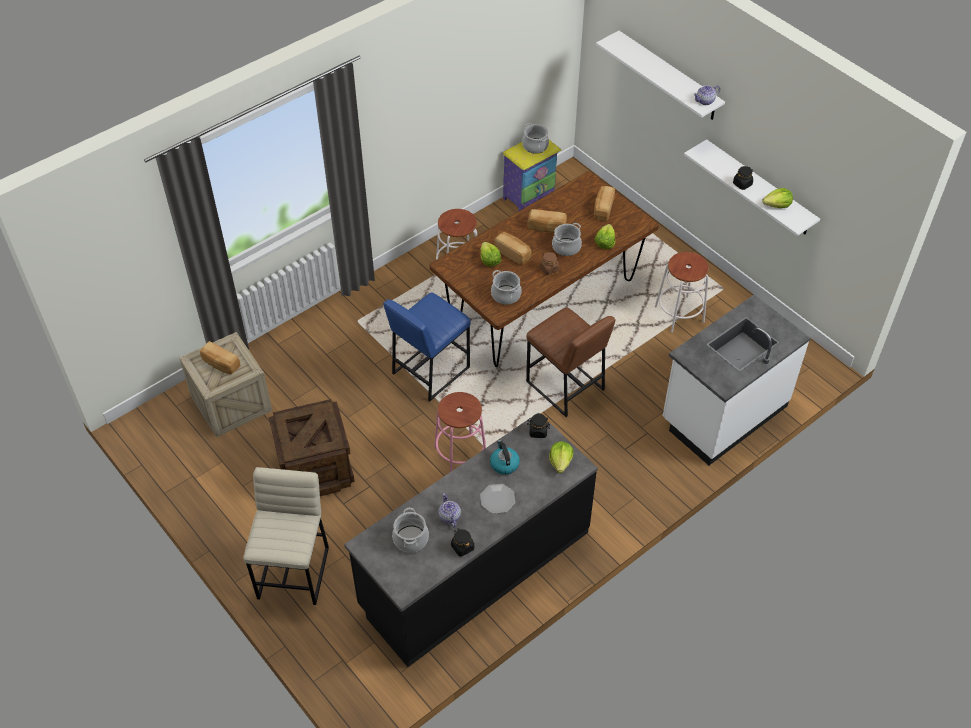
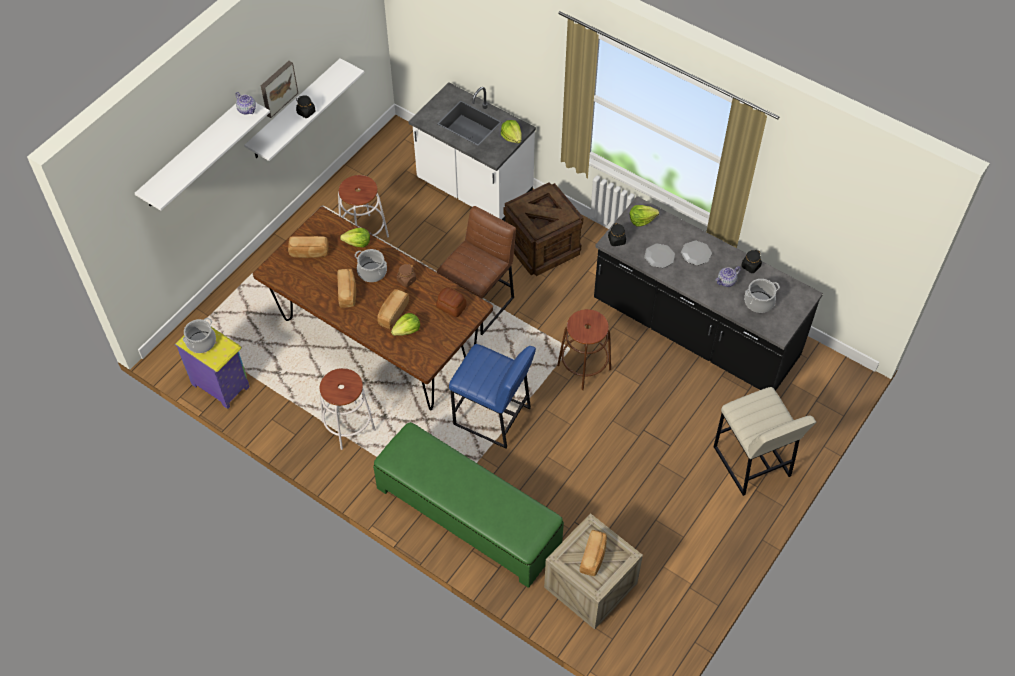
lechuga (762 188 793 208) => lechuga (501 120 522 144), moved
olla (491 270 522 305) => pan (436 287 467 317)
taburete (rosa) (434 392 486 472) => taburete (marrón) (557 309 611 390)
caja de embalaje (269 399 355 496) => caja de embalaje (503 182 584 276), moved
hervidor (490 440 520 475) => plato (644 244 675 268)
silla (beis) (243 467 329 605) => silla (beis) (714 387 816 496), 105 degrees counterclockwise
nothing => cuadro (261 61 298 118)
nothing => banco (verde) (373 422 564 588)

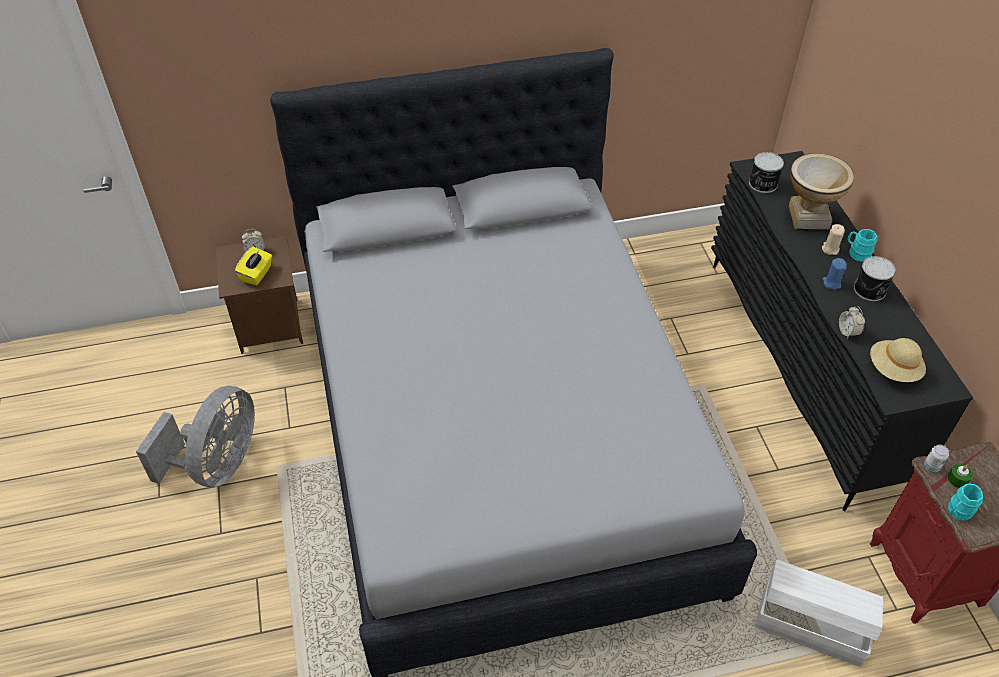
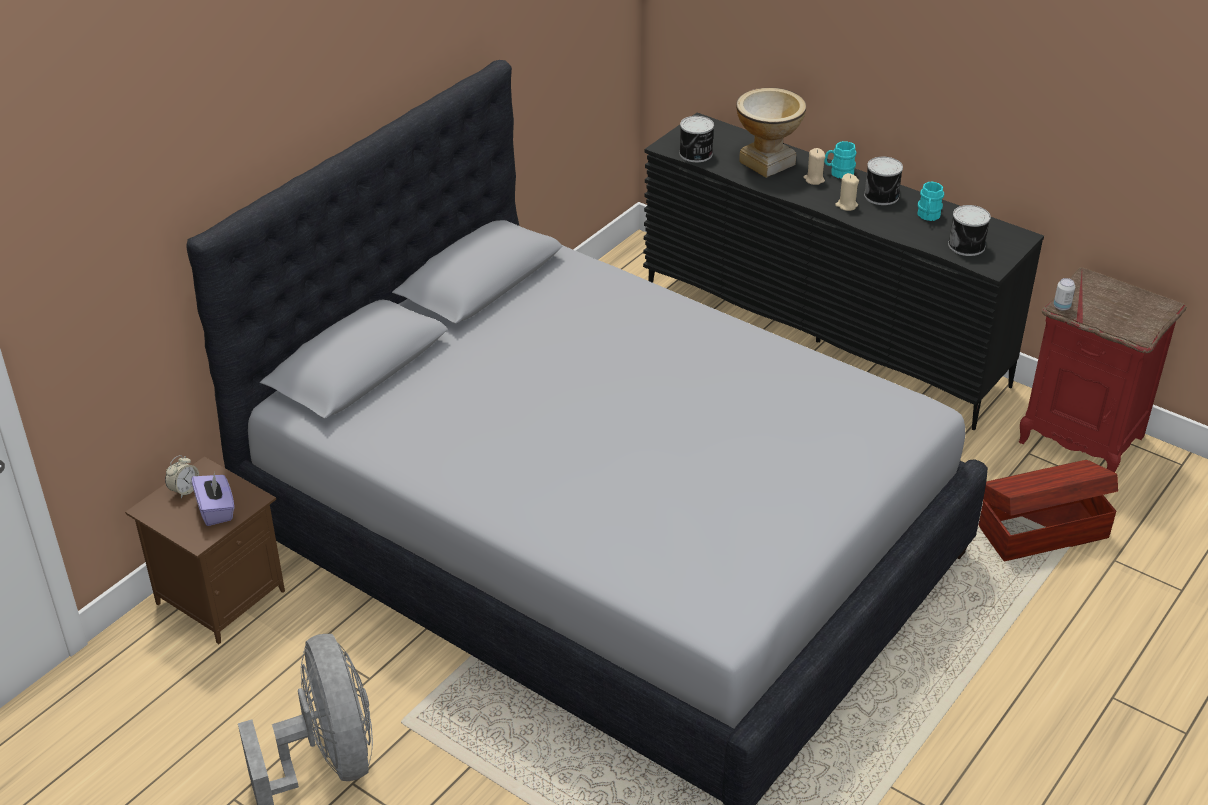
caja de pañuelos (amarillo) (235 246 272 285) => caja de pañuelos (morado) (192 472 234 526)
vela (azul) (823 258 847 290) => vela (beis) (835 173 859 211)
despertador (839 306 865 339) => nothing
sombrero (beis) (870 338 926 382) => lata (948 205 991 256)
vela (verde) (947 464 973 488) => nothing
taza grande (turquesa) (948 483 983 521) => taza grande (turquesa) (917 182 944 221), moved
caja de almacenaje (blanco) (755 560 883 667) => caja de almacenaje (marrón) (979 460 1118 561)

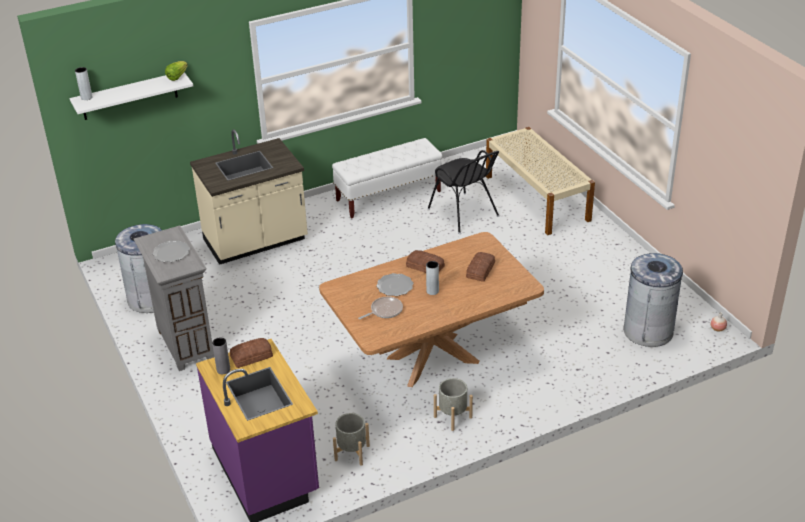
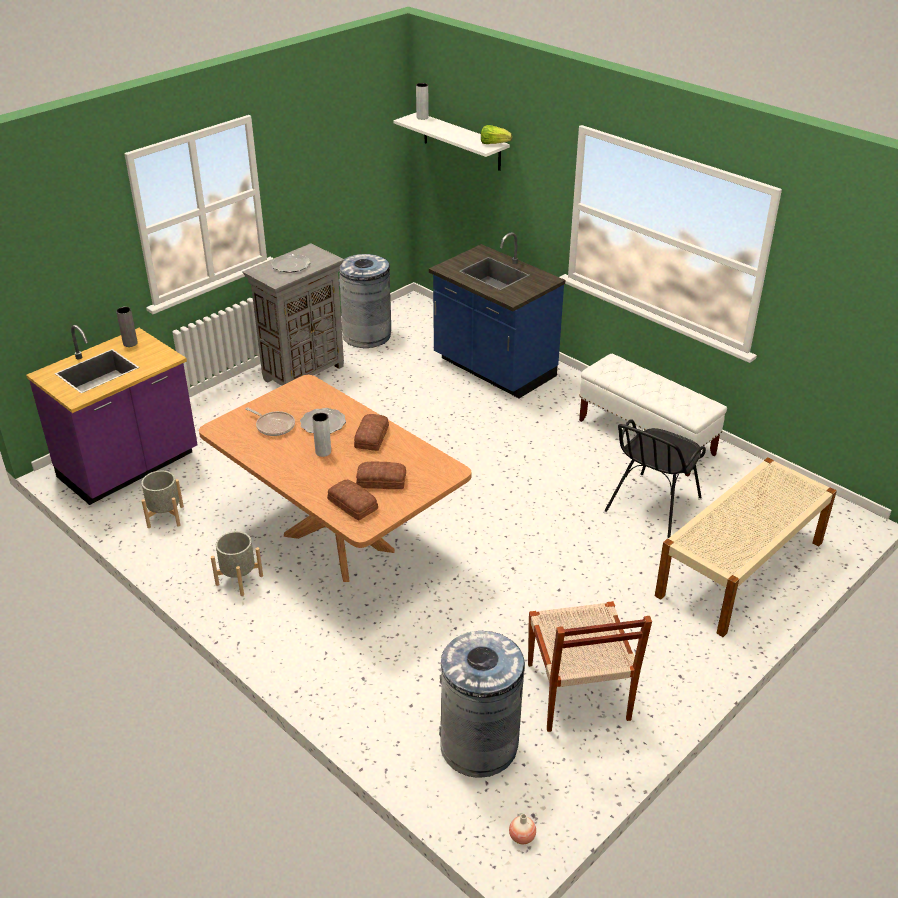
mueble bajo de cocina (beis) (190 129 308 265) => mueble bajo de cocina (azul) (429 232 565 398)
pan (230 338 273 368) => pan (327 480 378 520), moved
nothing => silla (528 601 652 732)

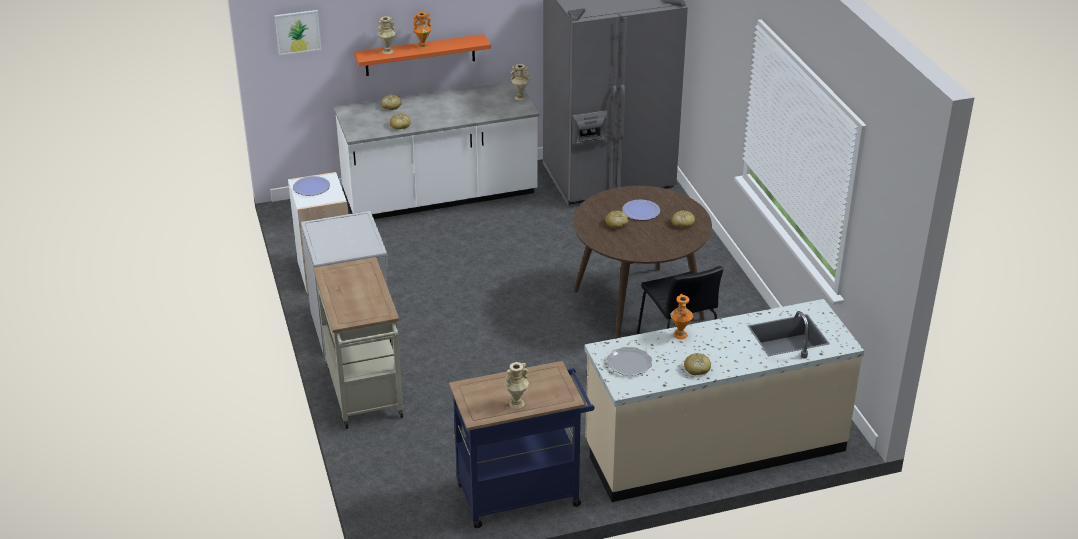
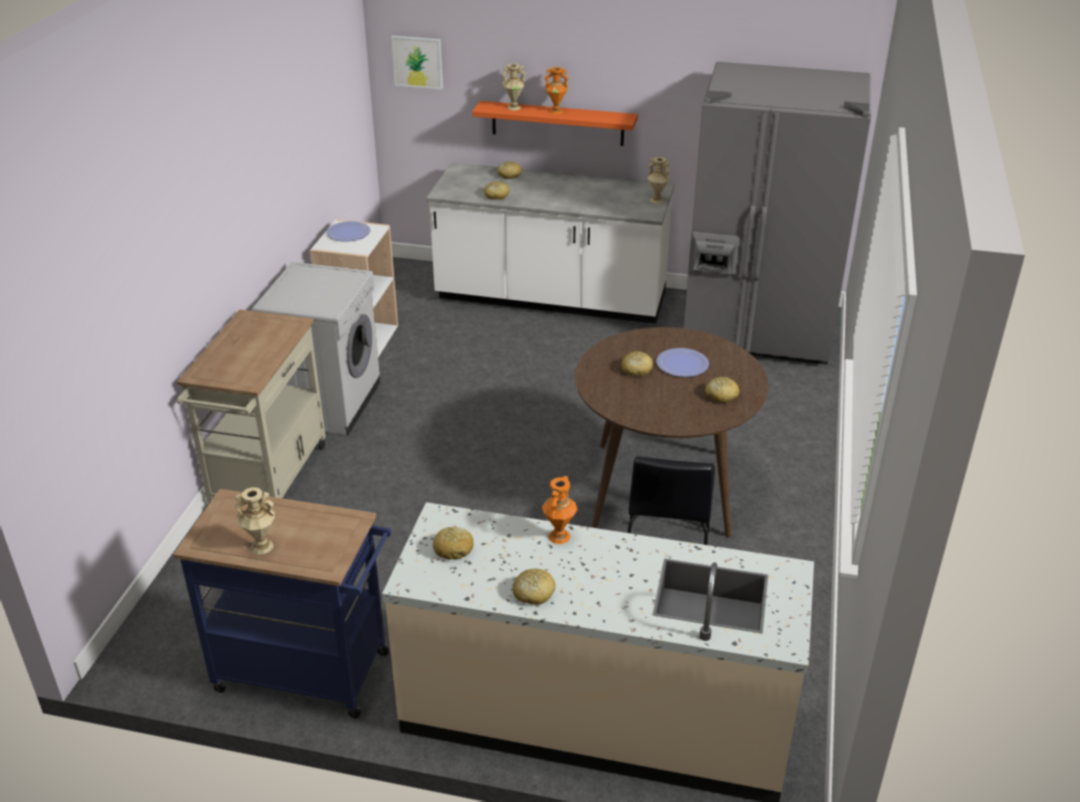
plato (607 347 652 376) => pan (433 527 474 560)

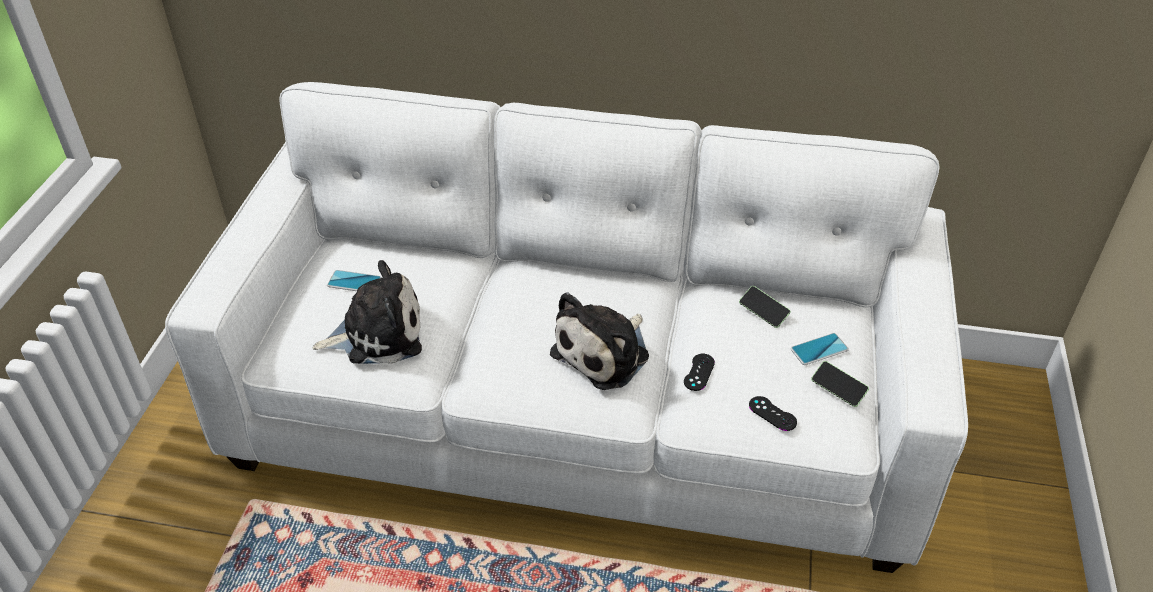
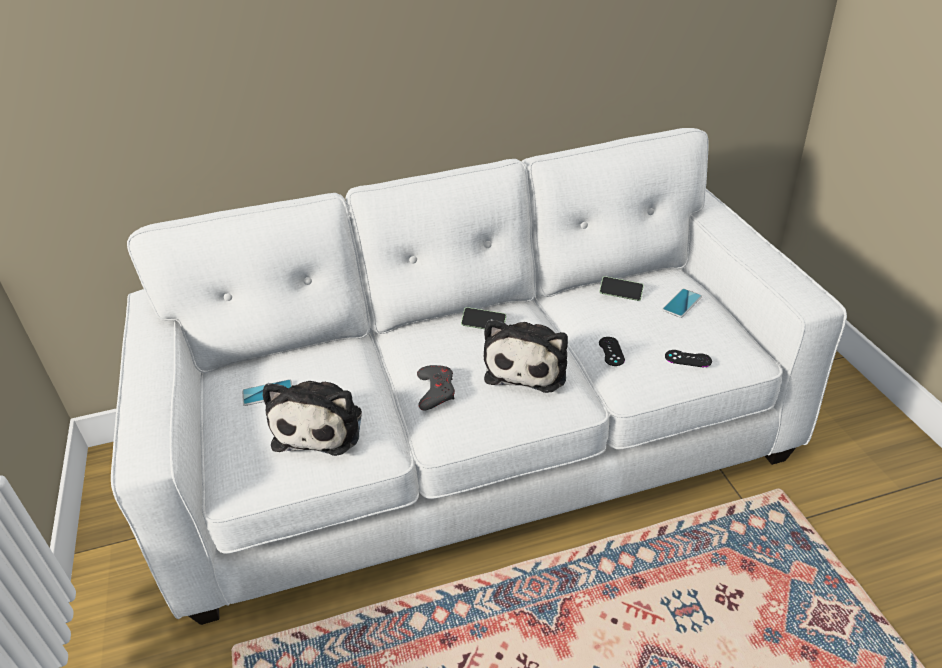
peluche (312 260 422 364) => peluche (263 381 362 456), 135 degrees clockwise
móvil (811 361 869 407) => móvil (461 307 506 329), moved
nothing => mando de consola (gris) (417 365 455 410)

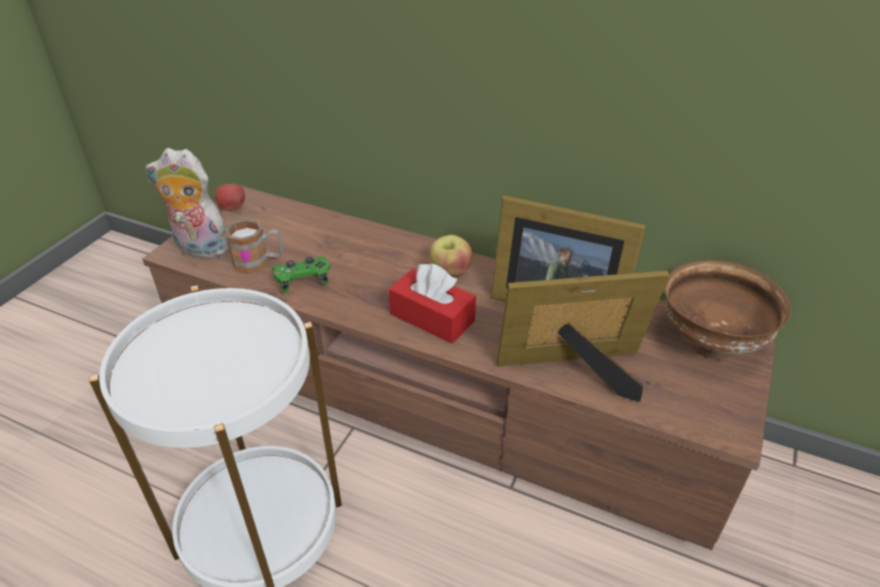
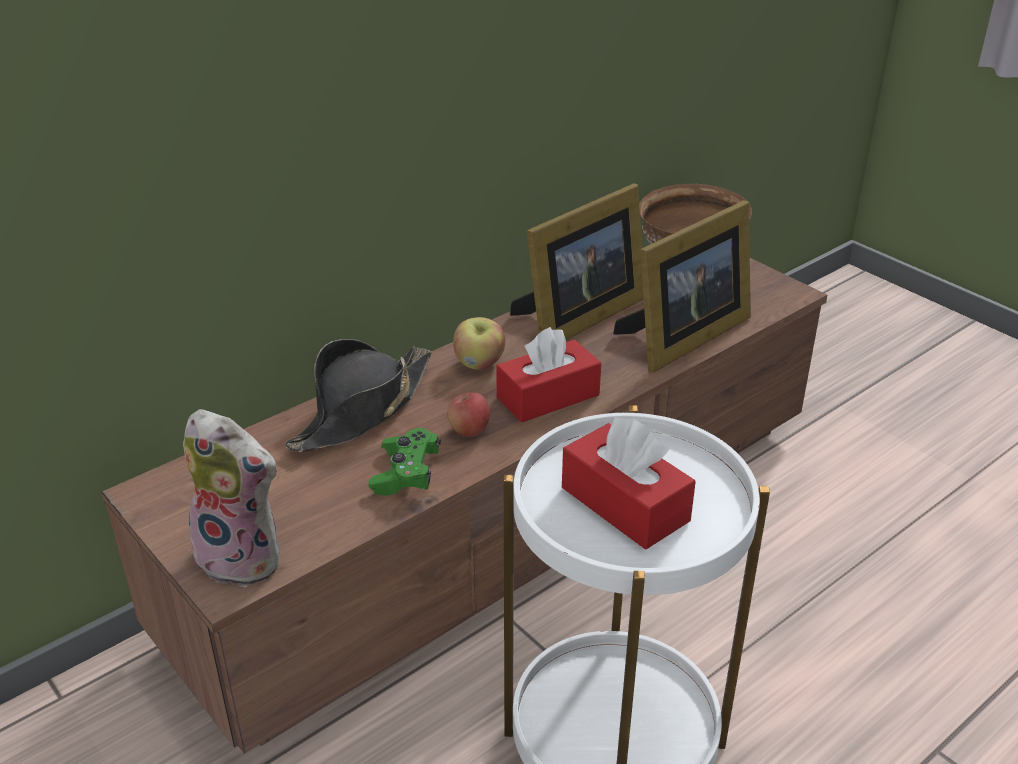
peluche (145 148 229 258) => peluche (183 409 280 588), 105 degrees counterclockwise
manzana (215 184 245 211) => manzana (447 393 490 437), moved
taza grande (225 219 283 274) => nothing
portarretratos (497 270 669 402) => portarretratos (613 200 751 373), 150 degrees counterclockwise
nothing => sombrero (negro) (285 339 432 452)
nothing => caja de pañuelos (rojo) (562 417 696 549)

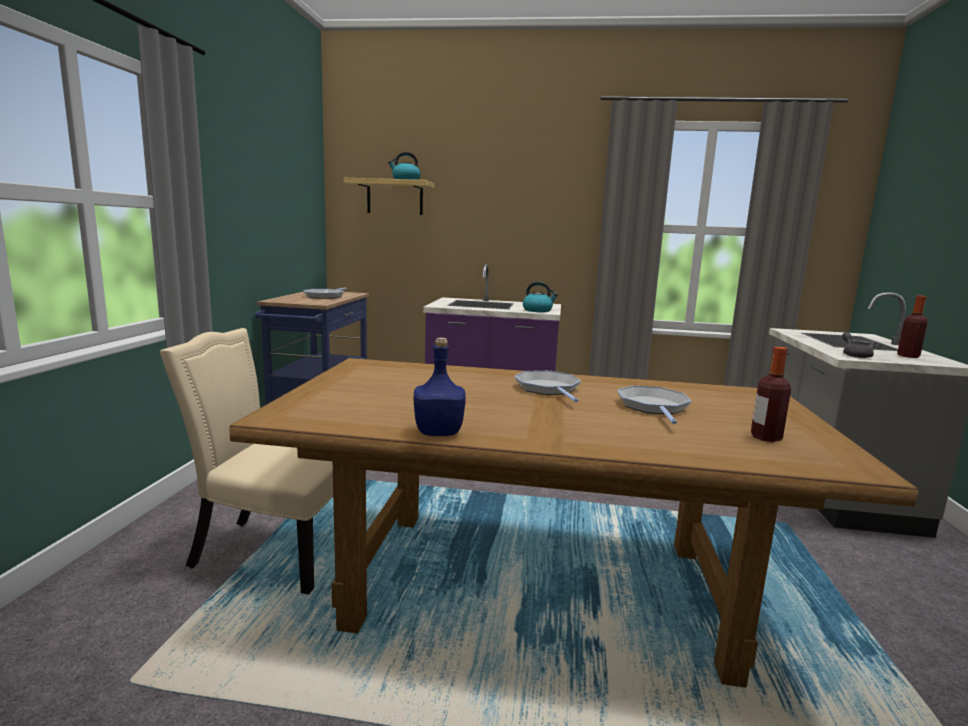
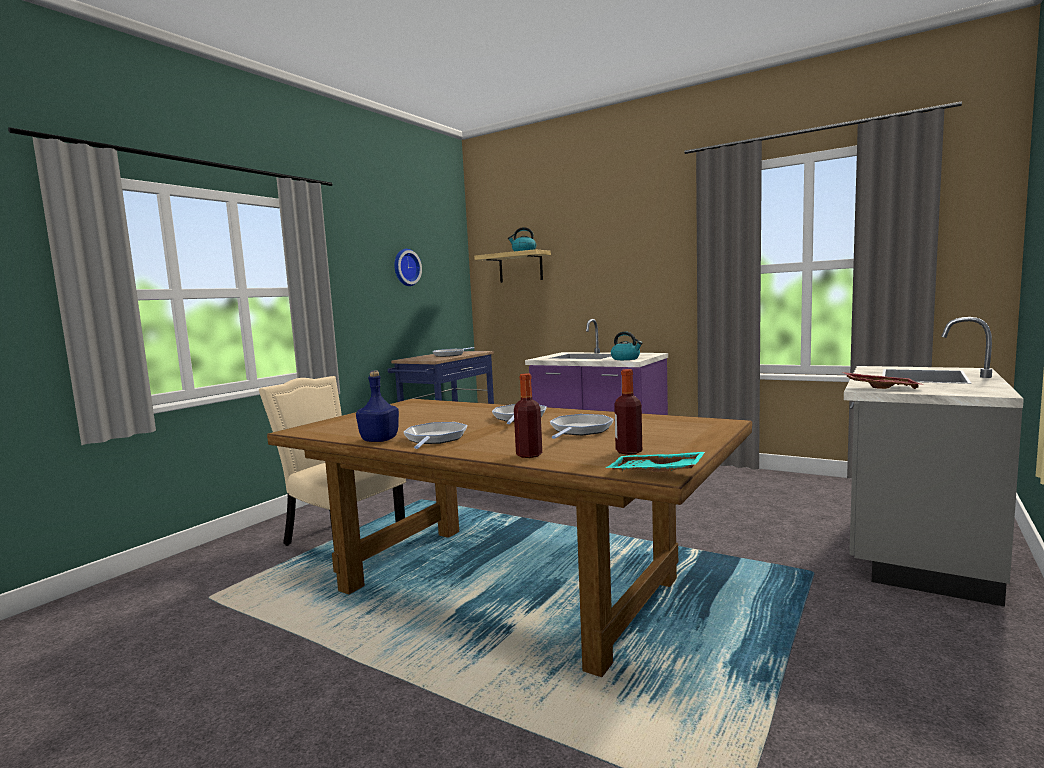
botella (897 295 928 358) => botella (514 374 542 458), moved
tetera (gris) (842 332 877 358) => bandeja (rojo) (843 372 924 389)
nothing => reloj de pared (394 249 422 286)
nothing => sartén (404 422 467 449)
nothing => bandeja (turquesa) (605 451 706 472)

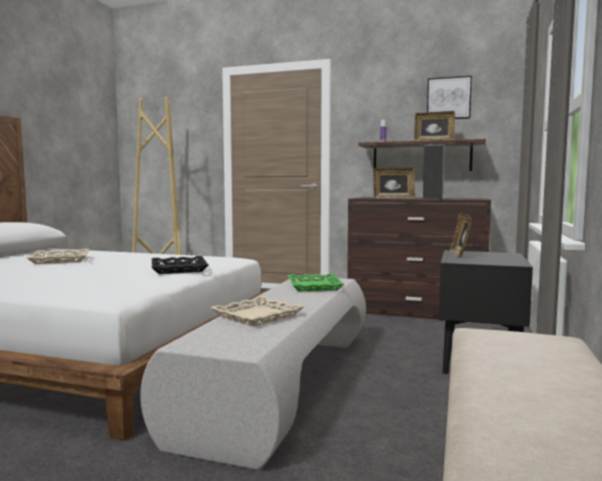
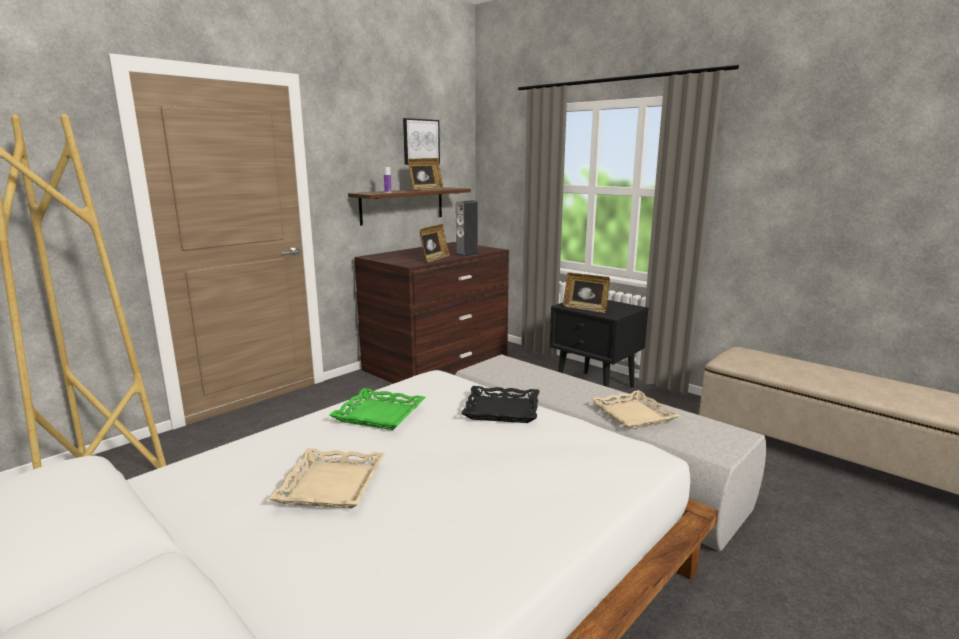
bandeja (verde) (288 274 344 291) => bandeja (verde) (329 388 426 430), moved

